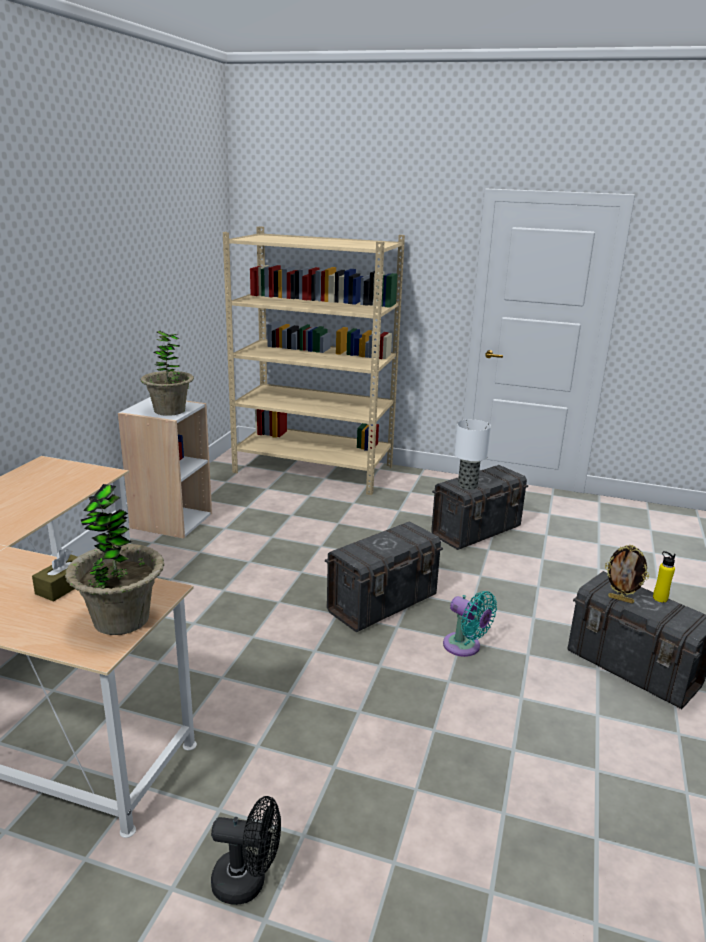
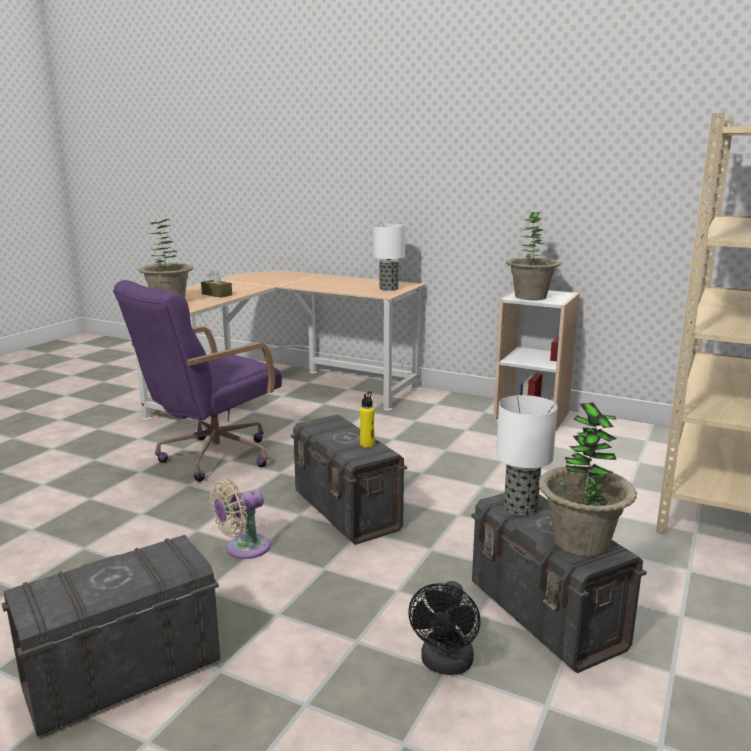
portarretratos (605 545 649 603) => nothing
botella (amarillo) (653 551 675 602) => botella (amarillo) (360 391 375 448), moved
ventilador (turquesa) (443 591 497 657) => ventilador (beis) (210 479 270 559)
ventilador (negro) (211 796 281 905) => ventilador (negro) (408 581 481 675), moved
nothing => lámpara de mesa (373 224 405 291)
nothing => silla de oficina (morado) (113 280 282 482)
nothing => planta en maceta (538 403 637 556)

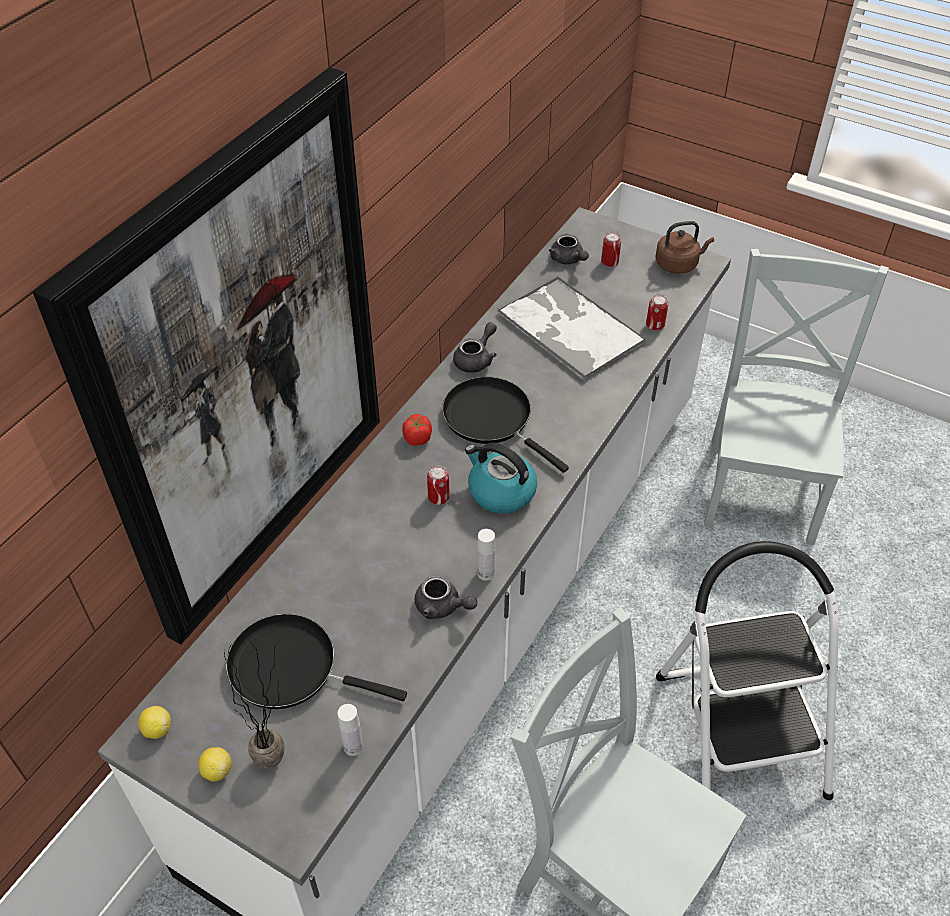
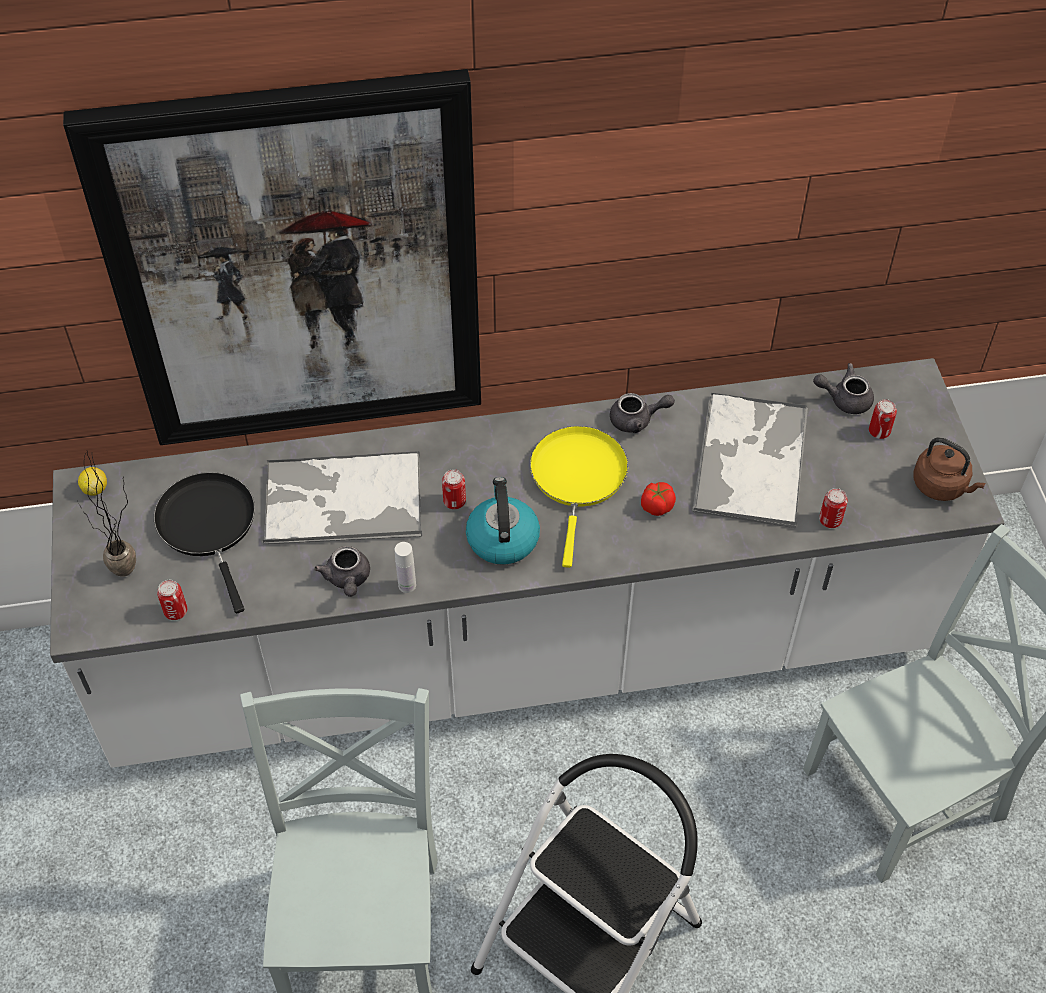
tetera (gris) (549 234 589 265) => tetera (gris) (813 363 874 414), 75 degrees clockwise
sartén (negro) (442 377 569 473) => sartén (amarillo) (530 426 628 568)
tomate (402 414 432 446) => tomate (641 482 676 516), moved
botella (blanco) (338 704 363 756) => lata (157 580 188 620)
limón (198 747 231 781) => nothing
nothing => bandeja (263 451 422 544)

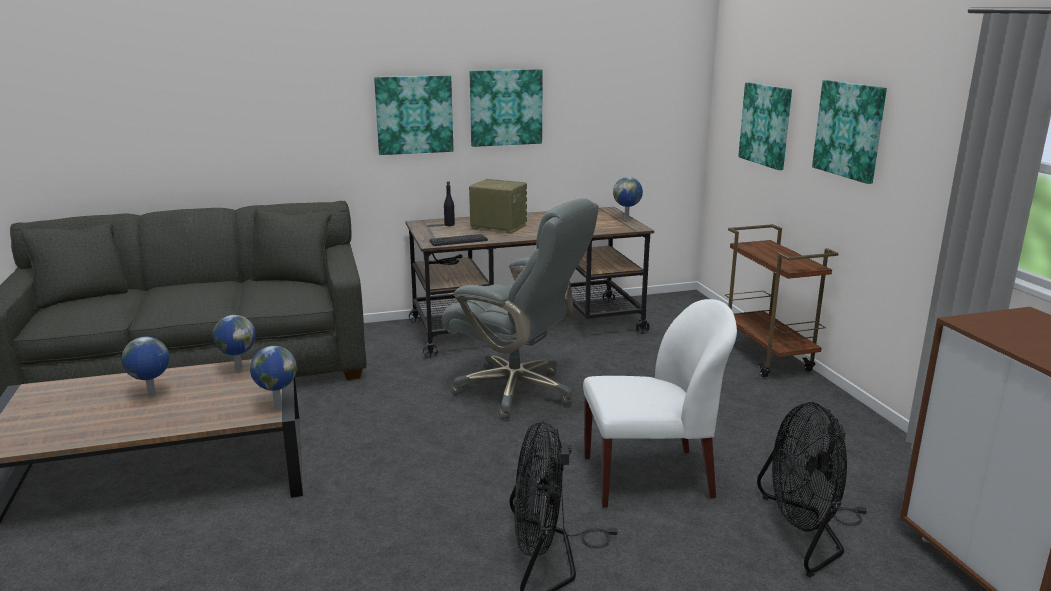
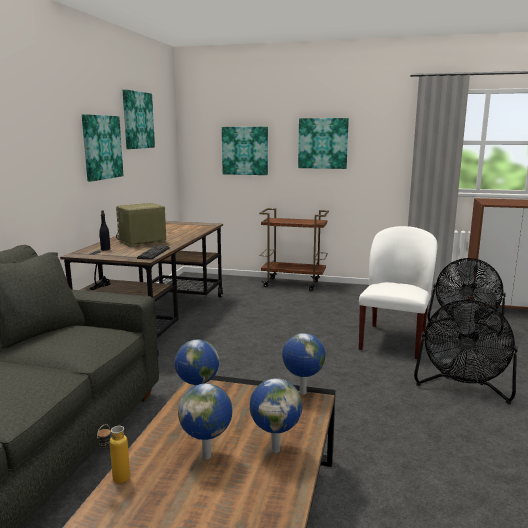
cuadro (374 75 453 155) => cuadro (122 90 155 149), moved
globo terráqueo (613 177 643 220) => globo terráqueo (250 378 302 453), moved
silla de oficina (gris) (442 198 599 420) => nothing
nothing => botella (97 424 130 484)

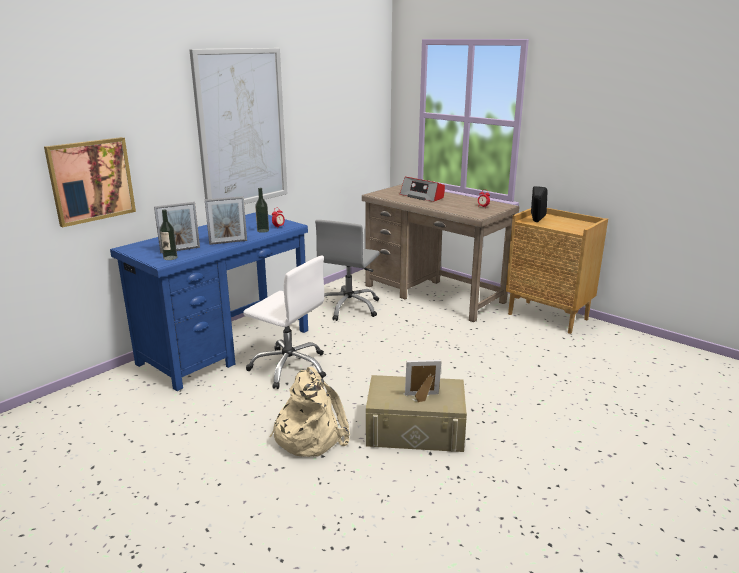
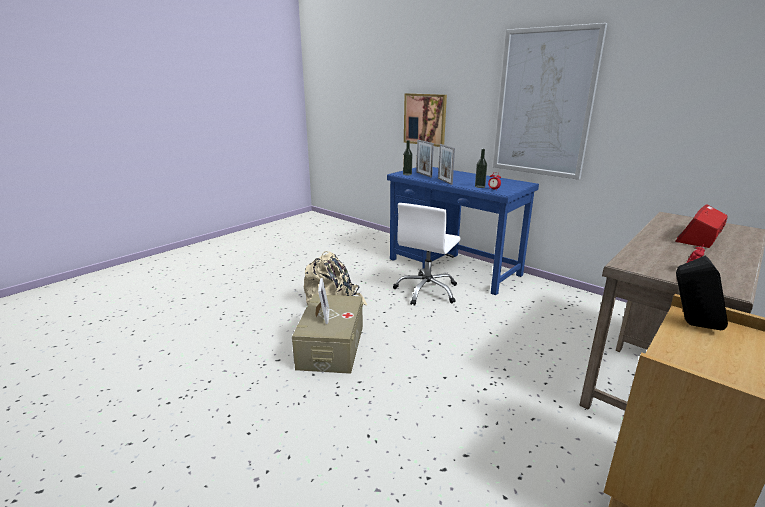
silla de oficina (gris) (315 220 380 321) => nothing

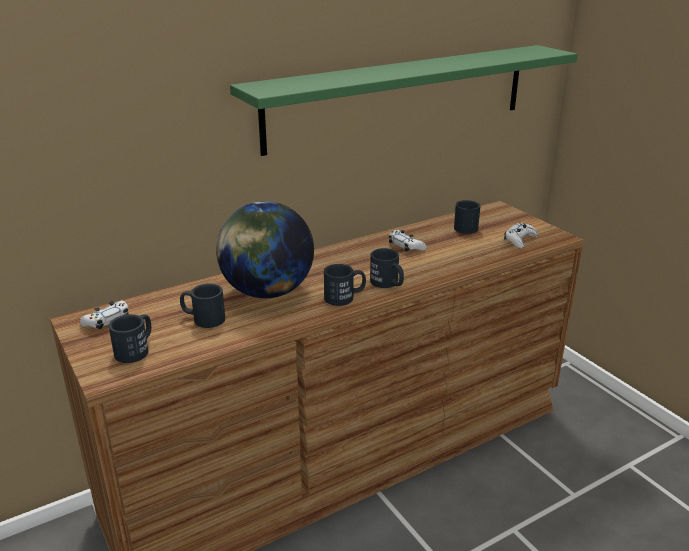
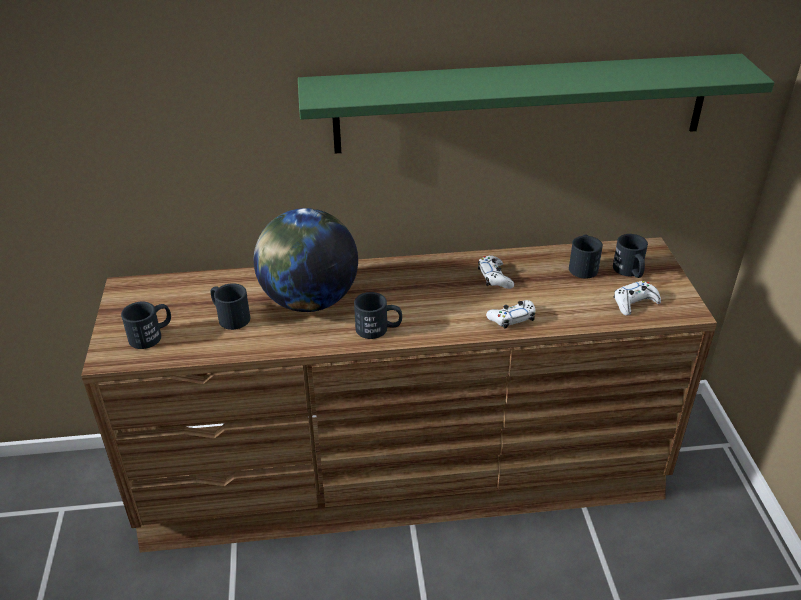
taza grande (negro) (370 248 404 288) => taza grande (negro) (613 234 648 278), moved
mando de consola (blanco) (80 301 129 330) => mando de consola (blanco) (486 300 536 329), moved

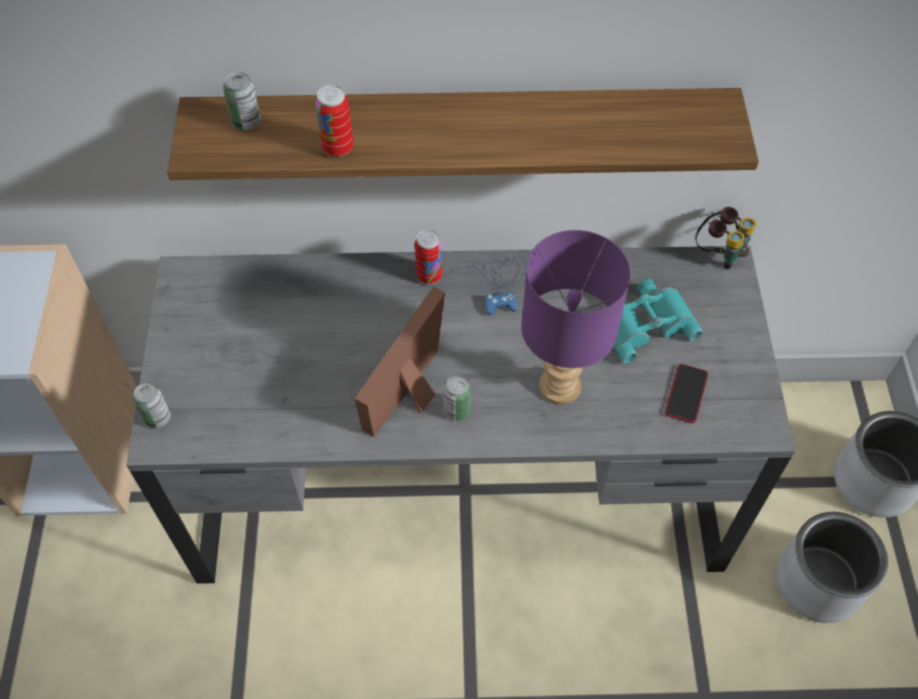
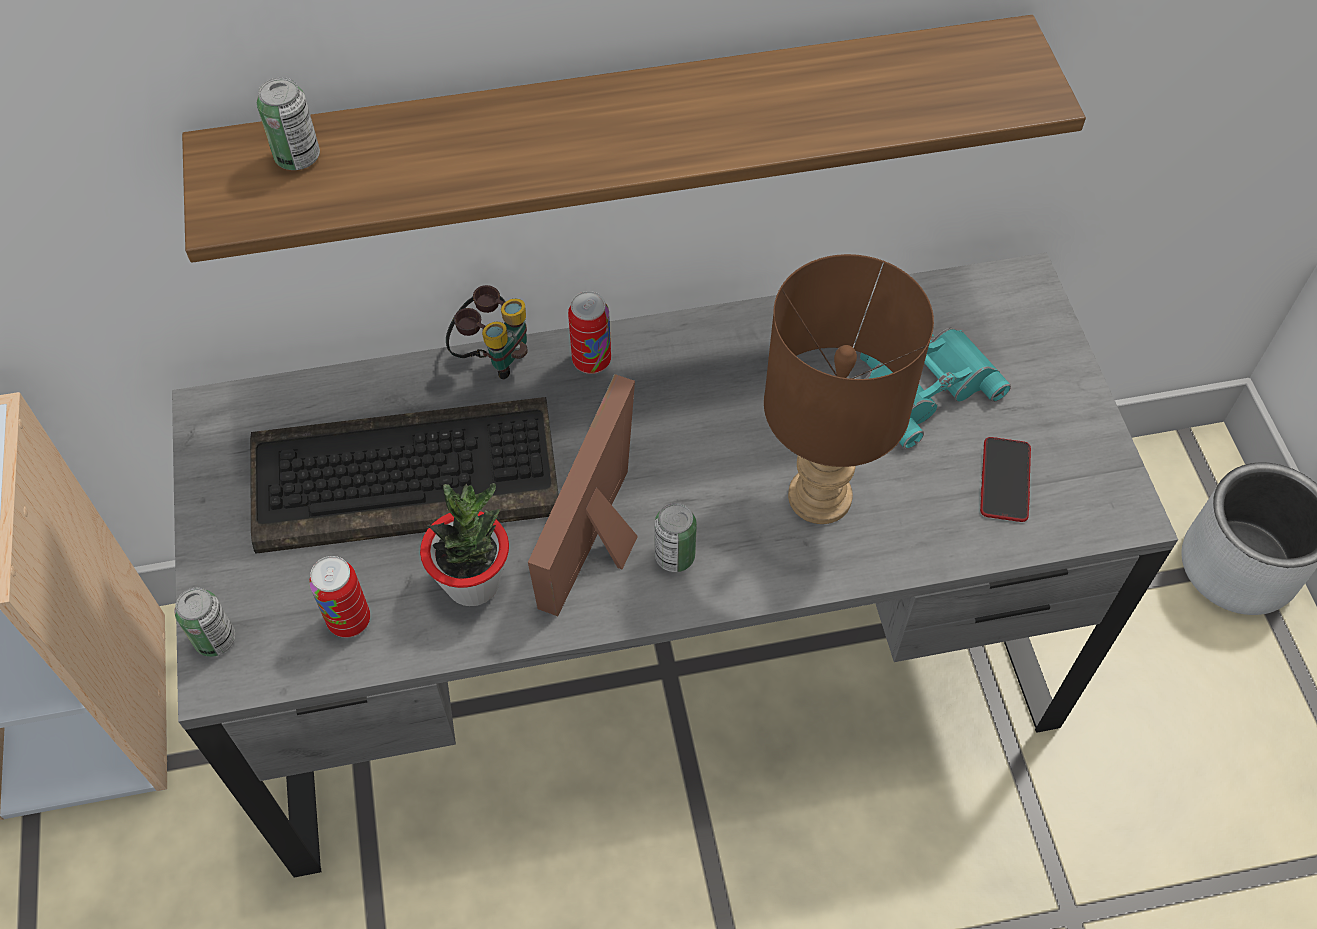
lata (315 85 353 157) => lata (309 556 370 638), moved
prismáticos (695 207 756 269) => prismáticos (446 285 528 379), moved
lámpara de mesa (morado) (521 230 631 405) => lámpara de mesa (marrón) (764 254 934 524)
mando de consola (azul) (456 256 526 315) => nothing
maceta (gris) (776 512 888 623) => nothing
nothing => teclado (250 397 559 554)
nothing => planta en maceta (420 483 509 606)

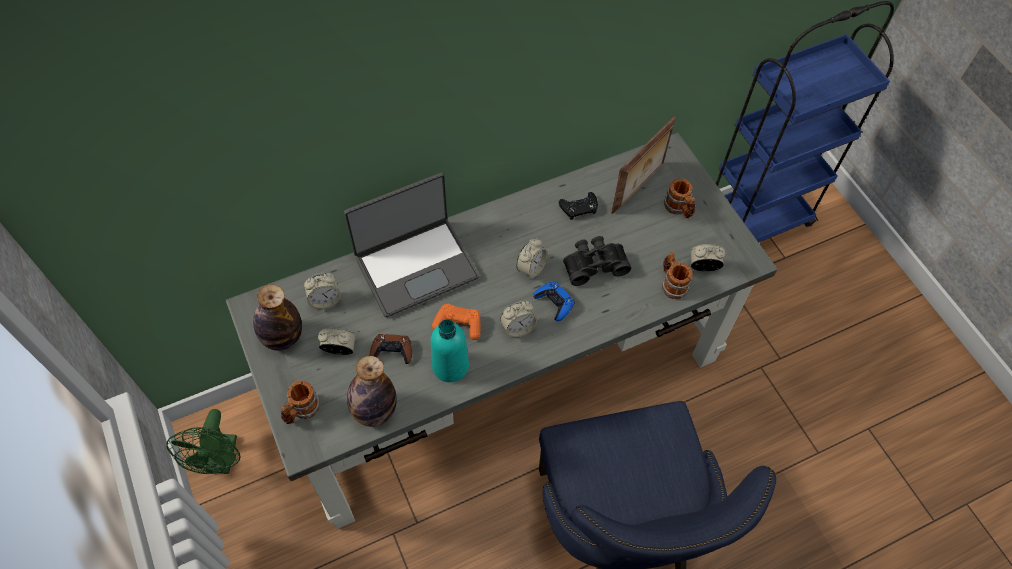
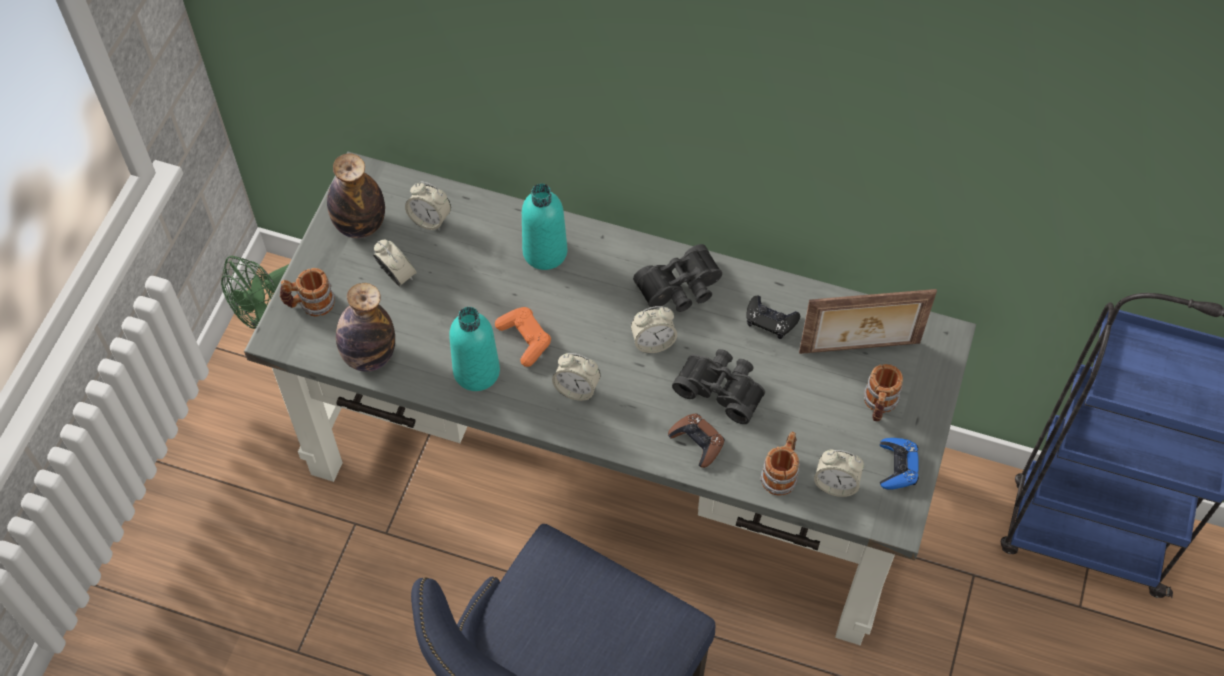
portátil (344 173 479 317) => botella (turquesa) (522 184 567 270)
despertador (690 244 725 271) => despertador (814 450 864 497), 150 degrees clockwise
mando de consola (azul) (533 282 575 321) => mando de consola (azul) (880 438 919 490), moved
mando de consola (marrón) (370 334 412 364) => mando de consola (marrón) (668 414 725 468), moved
nothing => prismáticos (negro) (633 244 722 312)

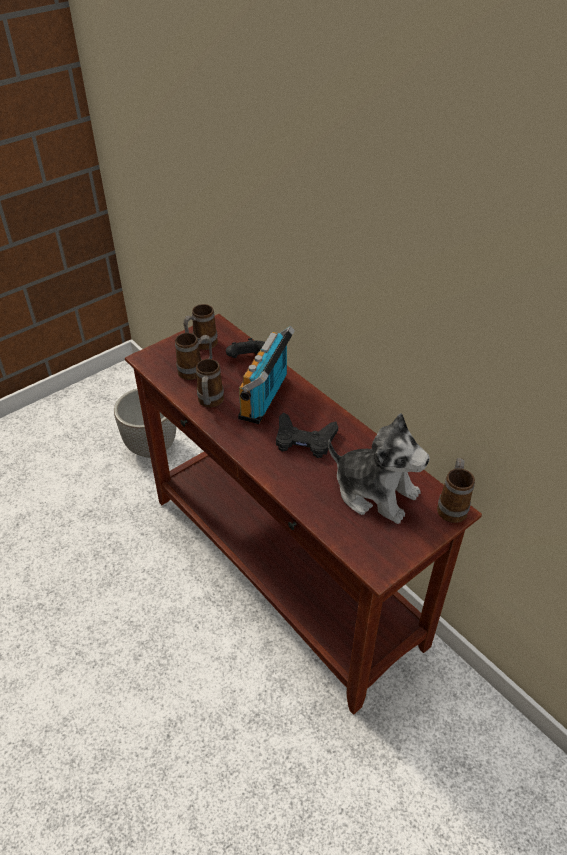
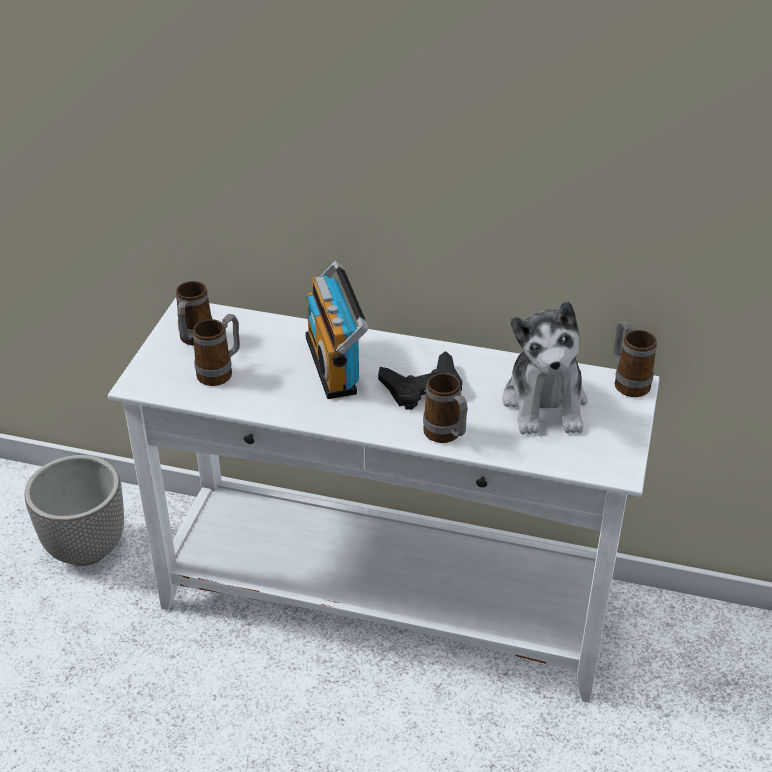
mesa consola (marrón) (125 314 482 715) => mesa consola (blanco) (108 298 659 703)
mando de consola (negro) (226 338 265 358) => nothing
taza grande (196 359 224 408) => taza grande (423 373 468 443), moved
peluche (328 413 430 524) => peluche (503 301 588 435), 90 degrees clockwise

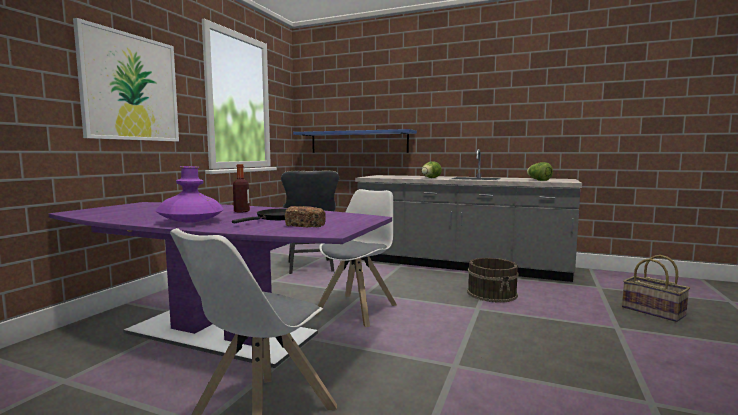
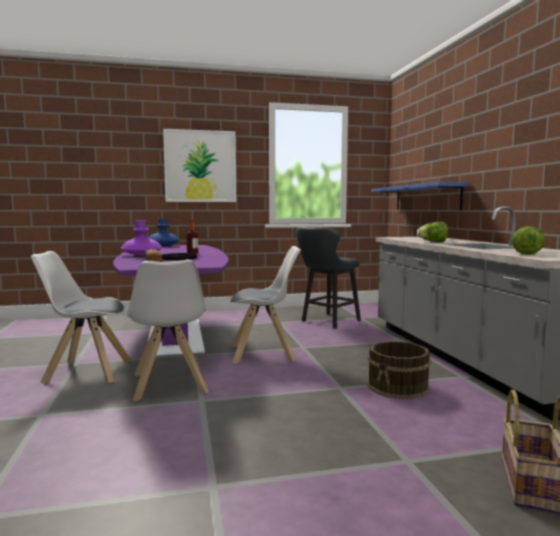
nothing => florero (azul) (149 218 179 246)
nothing => silla (127 260 209 401)

